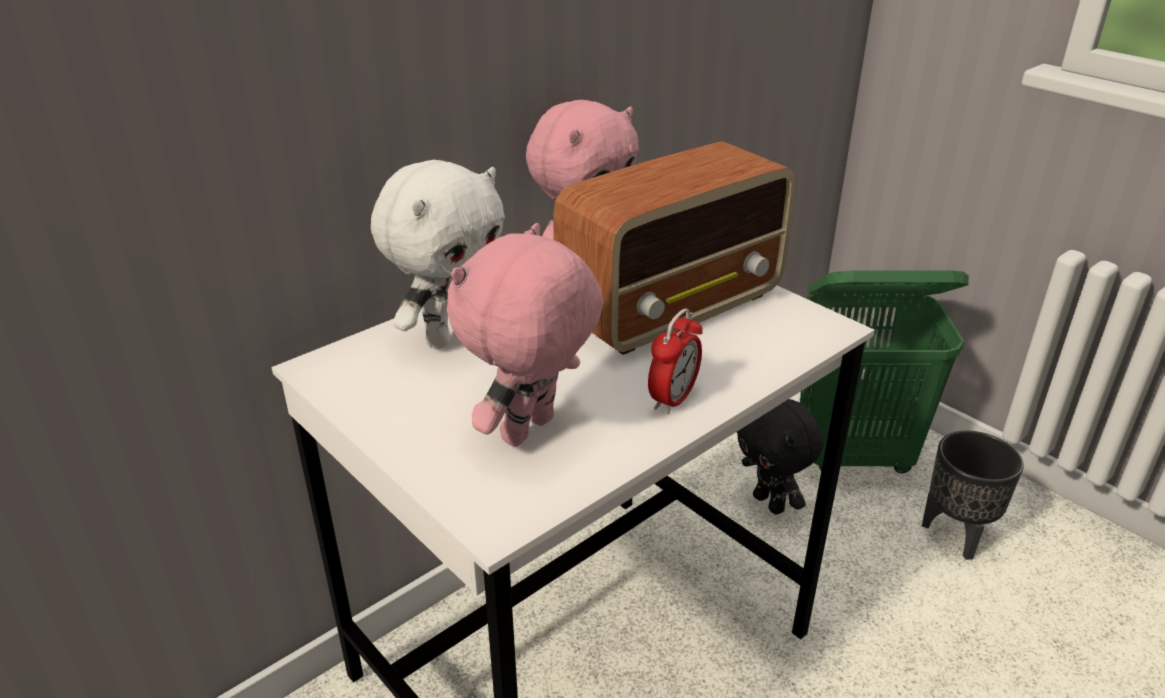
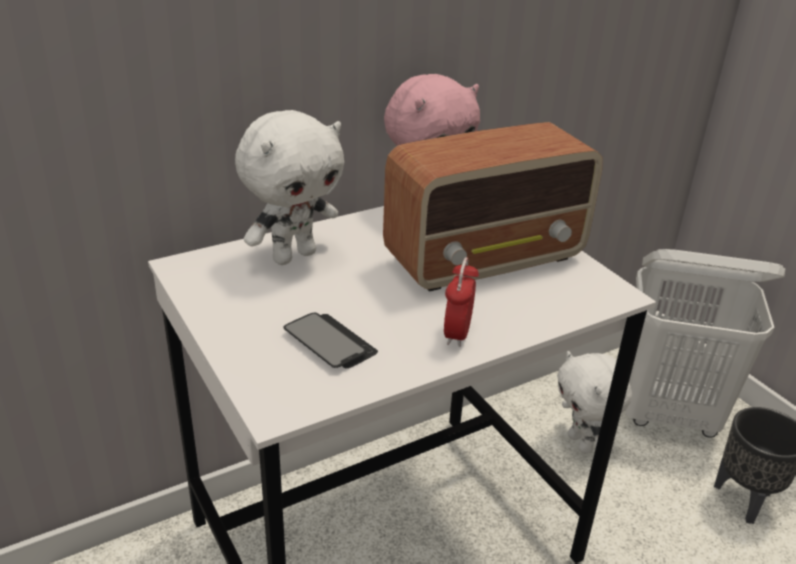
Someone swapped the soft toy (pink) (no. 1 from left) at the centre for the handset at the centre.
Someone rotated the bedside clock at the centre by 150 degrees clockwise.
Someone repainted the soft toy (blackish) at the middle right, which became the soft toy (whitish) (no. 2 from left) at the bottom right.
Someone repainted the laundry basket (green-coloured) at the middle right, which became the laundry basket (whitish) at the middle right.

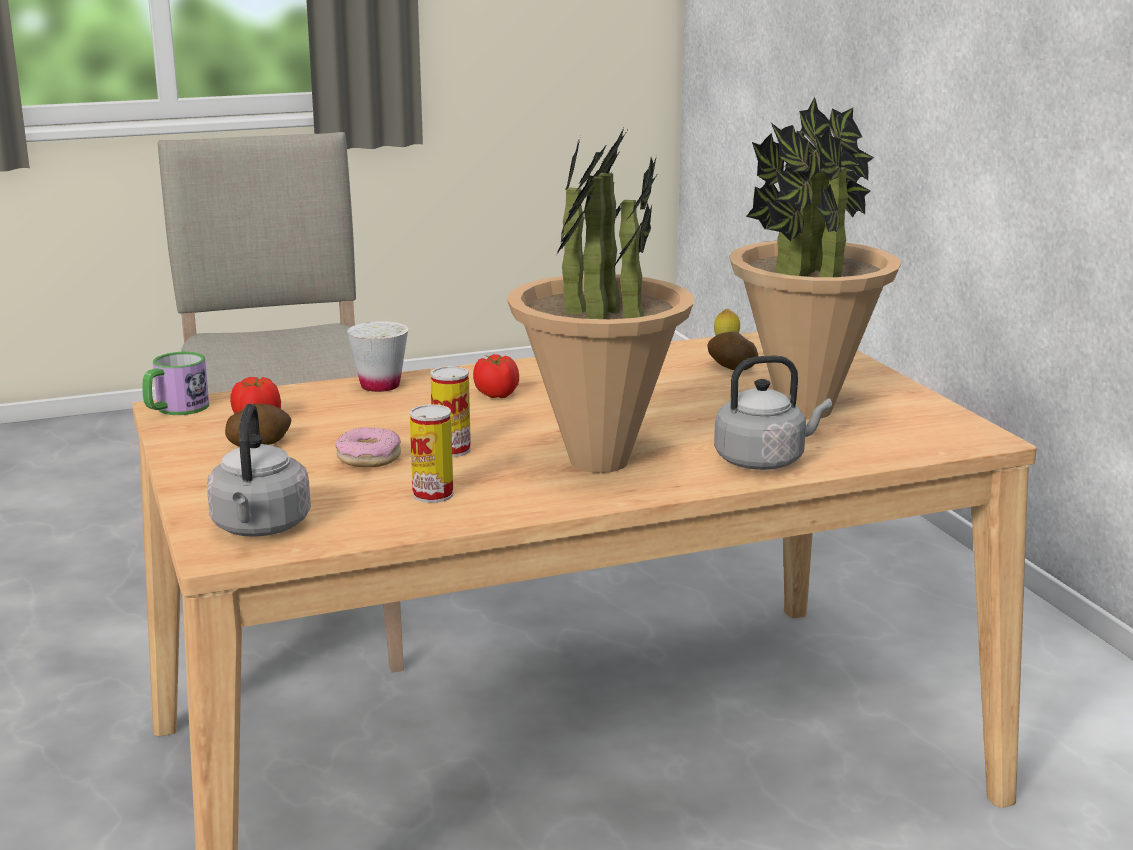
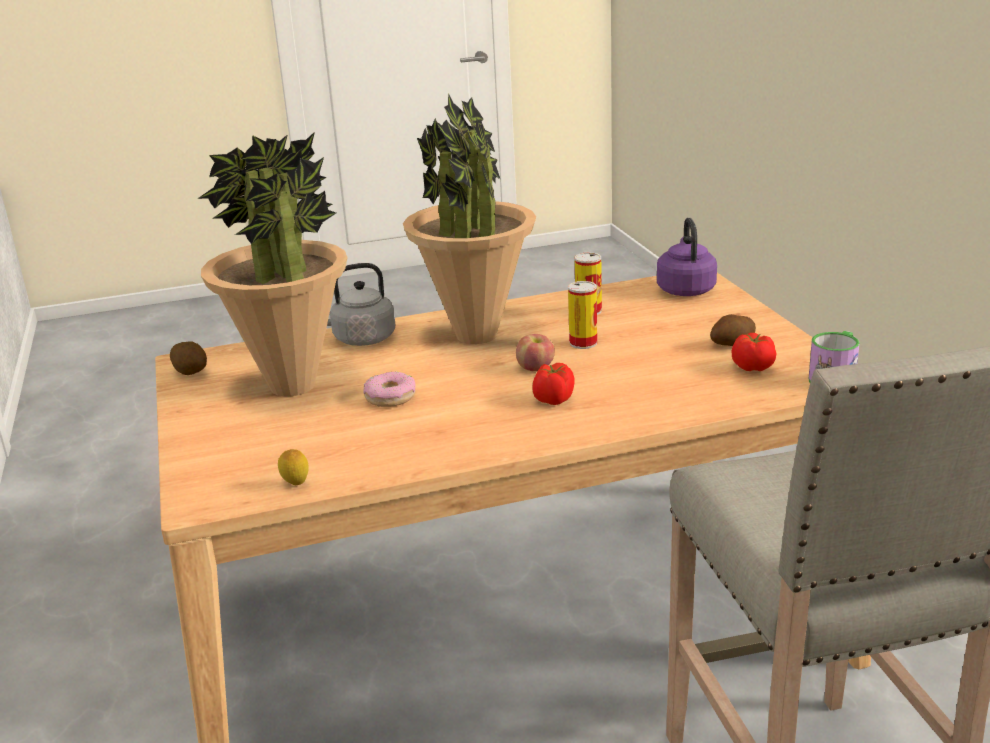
Someone repainted the kettle (grey) (no. 1 from left) at the middle left, which became the kettle (purplish) at the middle right.
Someone carried the ring doughnut from the middle left to the centre.
Someone took away the cup (whitish) at the middle left.
Someone carried the spud (no. 2 from left in the first image) from the centre to the middle left.
Someone put down the whole apple at the centre.

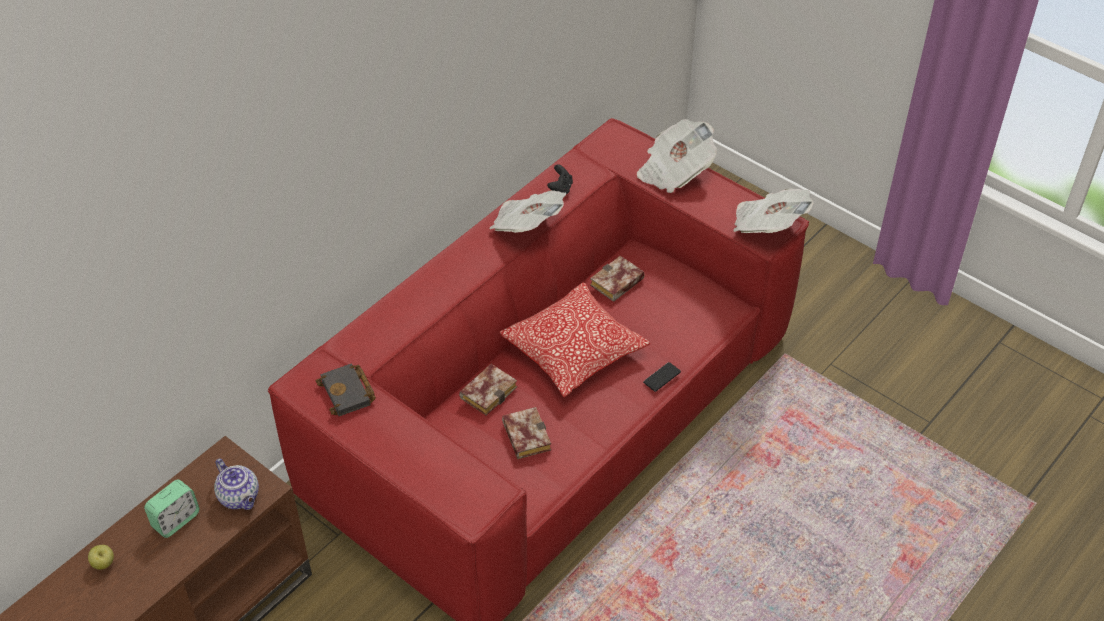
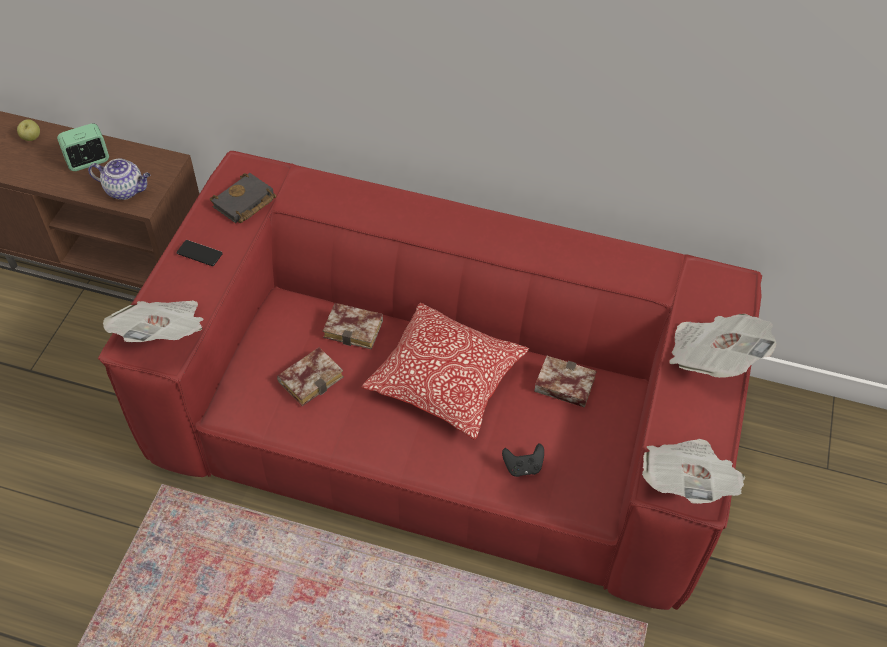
Someone rotated the bedside clock at the bottom left by 135 degrees clockwise.
Someone rotated the pot for tea at the bottom left by 105 degrees counterclockwise.
Someone carried the daily paper (no. 1 from left) from the centre to the middle left.
Someone carried the game controller (blackish) from the top centre to the bottom centre.
Someone carried the handset from the centre to the middle left.

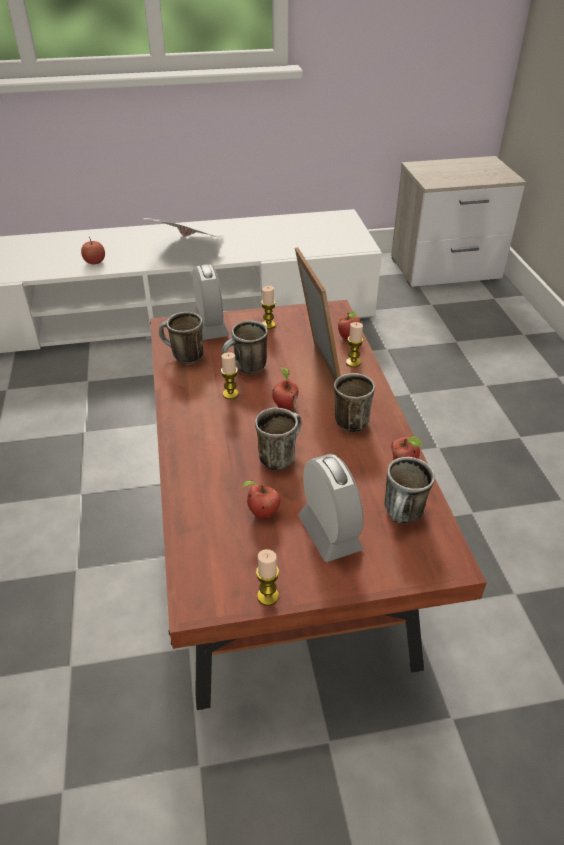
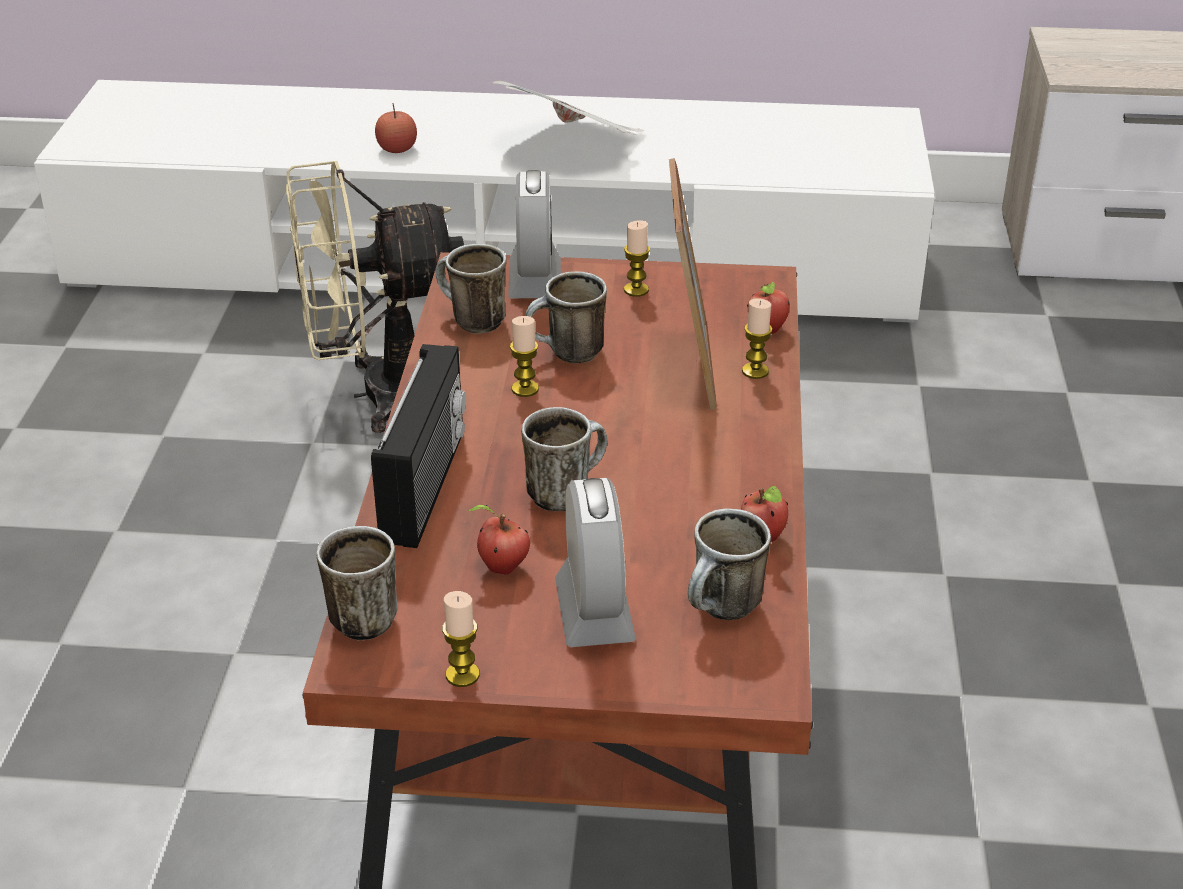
Someone took away the whole apple (no. 3 from left) at the centre.
Someone carried the coffee mug (no. 4 from left in the first image) from the centre to the middle left.
Someone put down the electric fan (beige-coloured) at the middle left.
Someone put down the radio set at the centre.

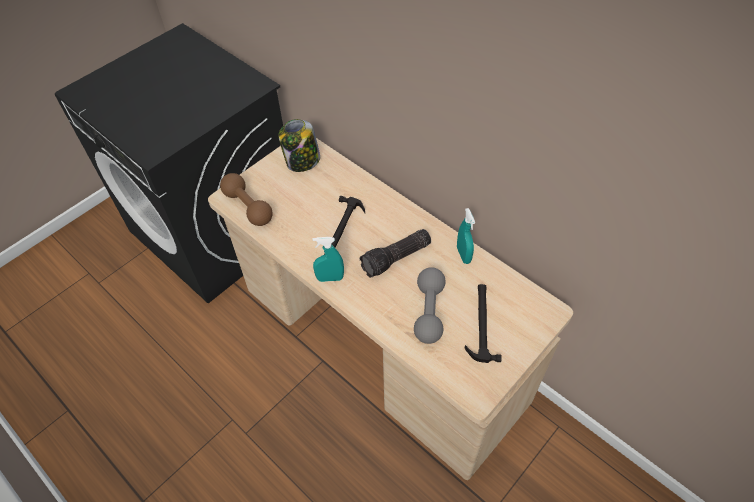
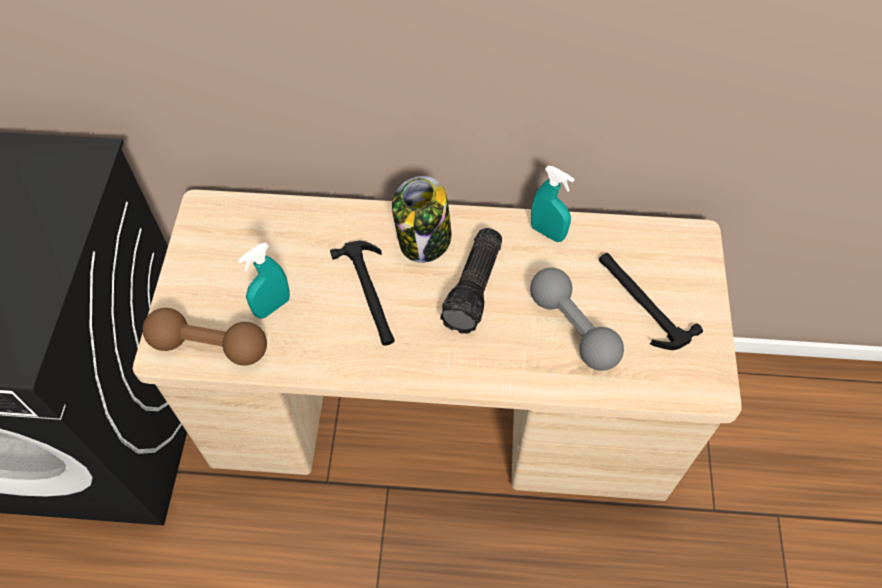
Someone carried the jar from the top centre to the centre.
Someone carried the spray bottle (turquoise) (no. 1 from left) from the centre to the middle left.

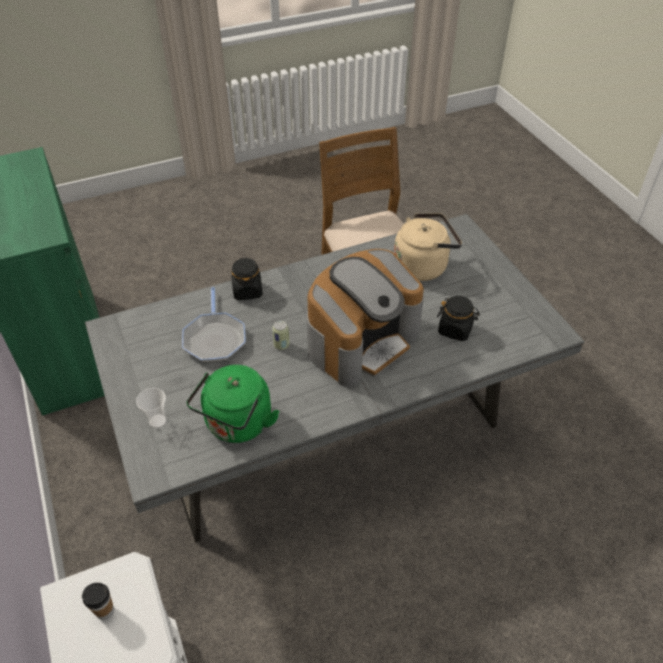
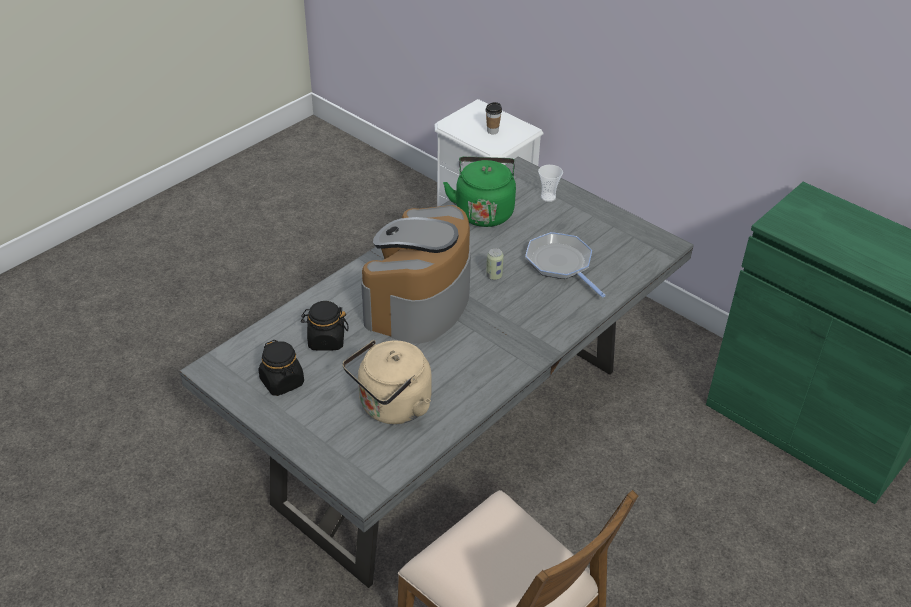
Someone carried the jar (blackish) (no. 1 from left) from the centre to the middle left.

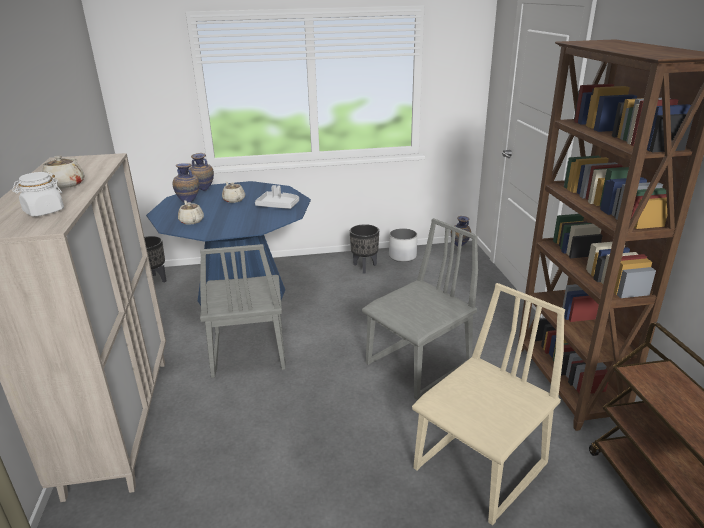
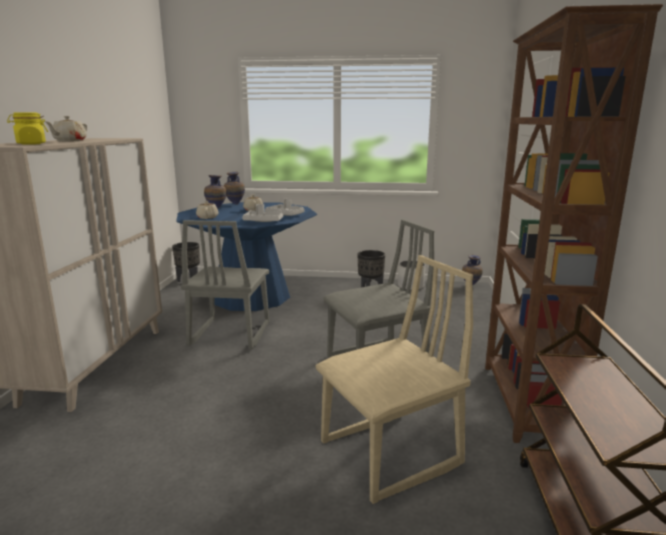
Someone repainted the jar (whitish) at the middle left, which became the jar (yellowish) at the top left.
Someone put down the carrying tray (grey) (no. 1 from left) at the centre.

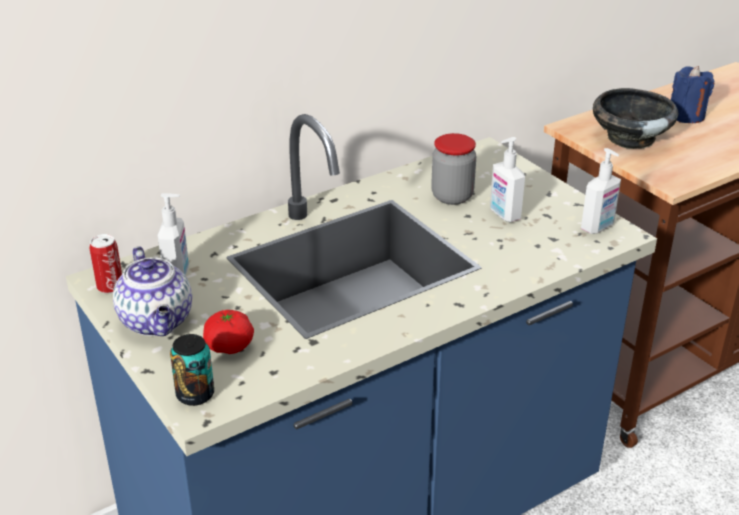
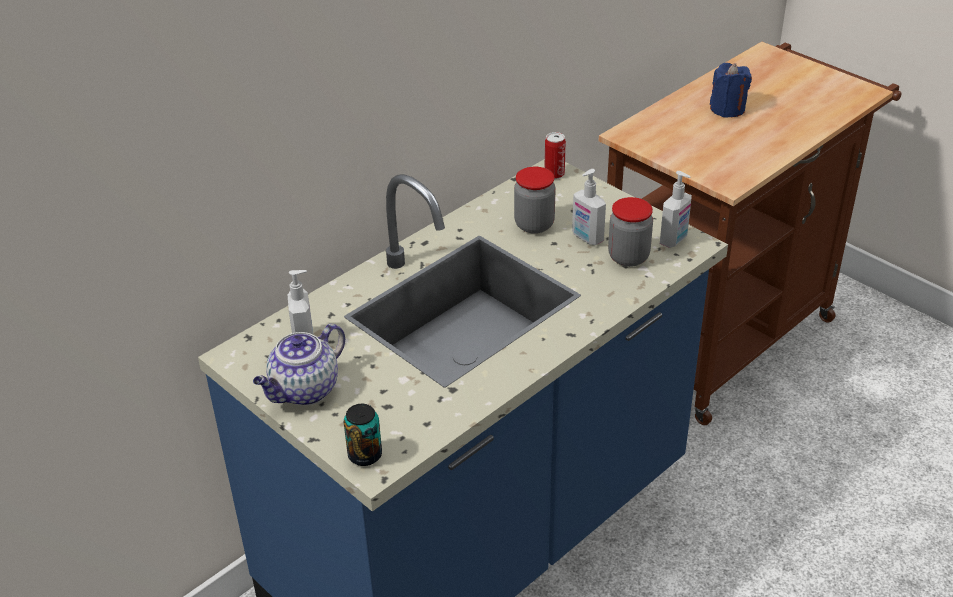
Someone carried the can (no. 1 from left in the first image) from the middle left to the top centre.
Someone rotated the pot for tea at the middle left by 75 degrees clockwise.
Someone took away the tomato at the middle left.
Someone took away the deep dish (blackish) at the top right.
Someone put down the jar (no. 2 from left) at the centre.

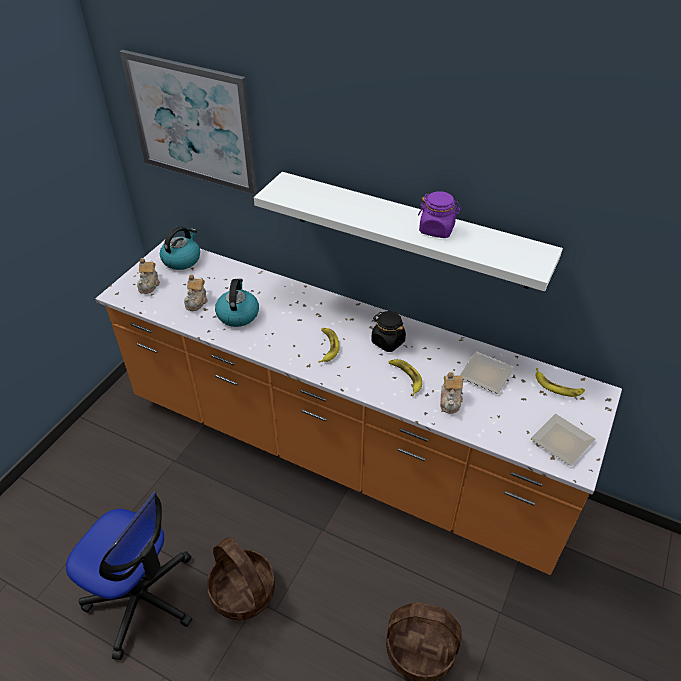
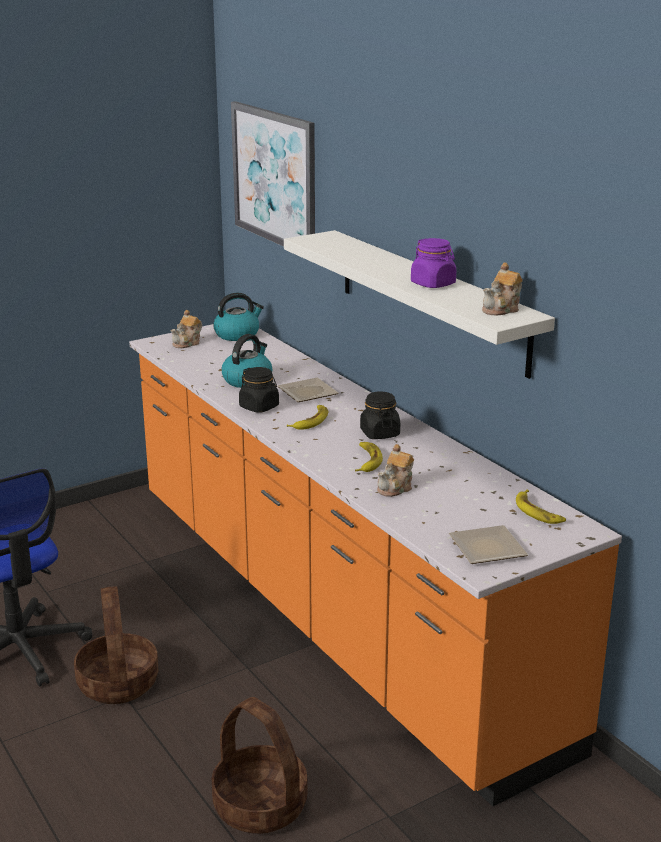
Someone carried the pot for tea (no. 2 from left in the first image) from the middle left to the middle right.
Someone carried the dinner plate (no. 1 from left) from the middle right to the centre.
Someone put down the jar (blackish) (no. 1 from left) at the centre.

